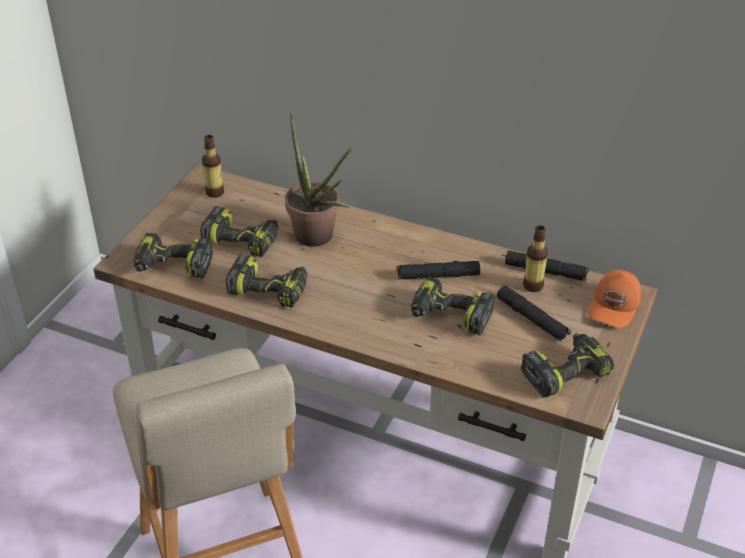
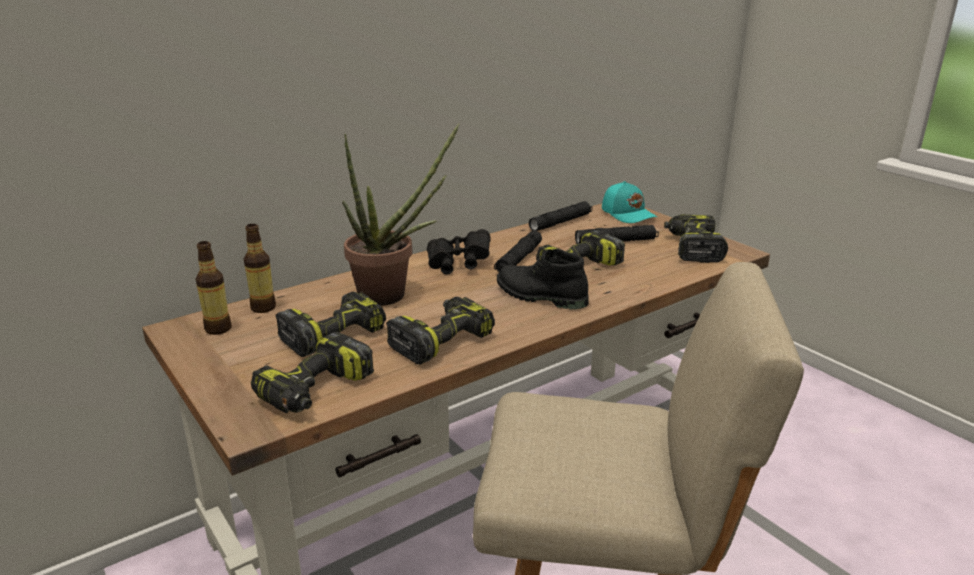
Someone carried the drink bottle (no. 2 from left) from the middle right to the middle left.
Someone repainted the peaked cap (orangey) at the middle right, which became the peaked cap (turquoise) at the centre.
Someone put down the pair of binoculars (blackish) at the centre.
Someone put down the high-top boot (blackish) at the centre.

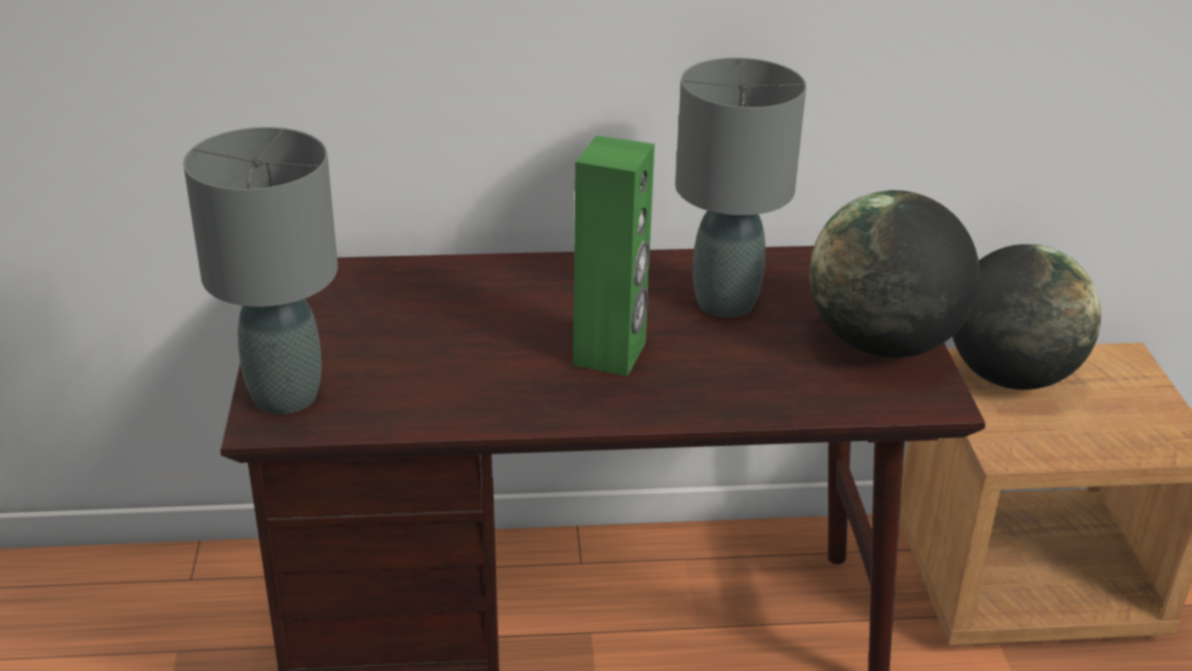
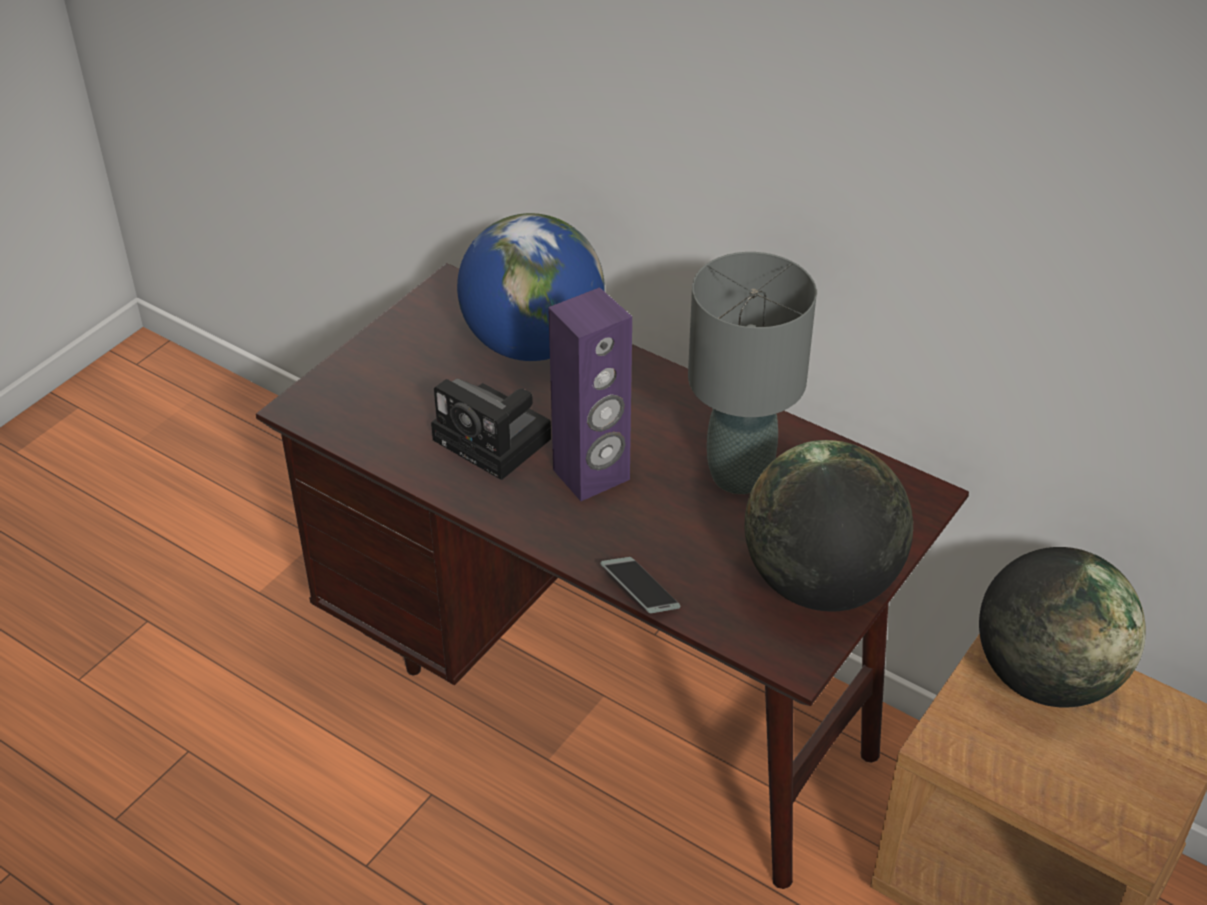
Someone took away the lamp for a table (grey) (no. 1 from left) at the middle left.
Someone repainted the loudspeaker (green-coloured) at the centre, which became the loudspeaker (purplish) at the centre.
Someone put down the photo camera at the centre.
Someone put down the globe (no. 1 from left) at the top centre.
Someone put down the handset at the centre.

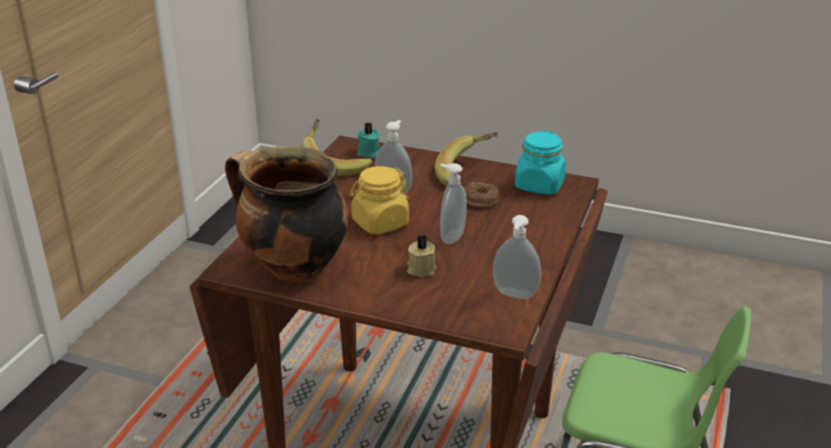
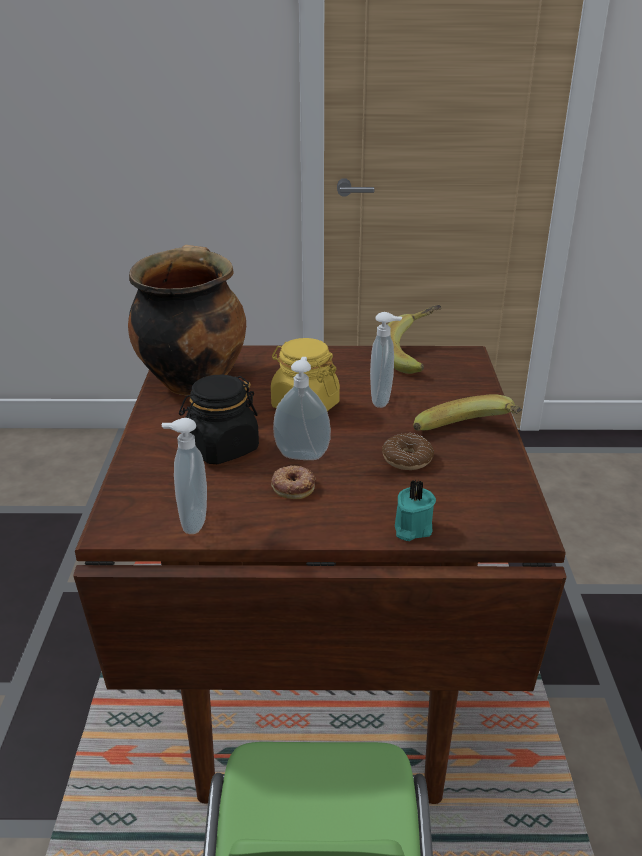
Someone carried the wax candle (turquoise) from the top centre to the centre.
Someone swapped the wax candle (beige-coloured) at the centre for the jar (blackish) at the centre.
Someone took away the jar (turquoise) at the centre.
Someone put down the ring doughnut (no. 1 from left) at the centre.

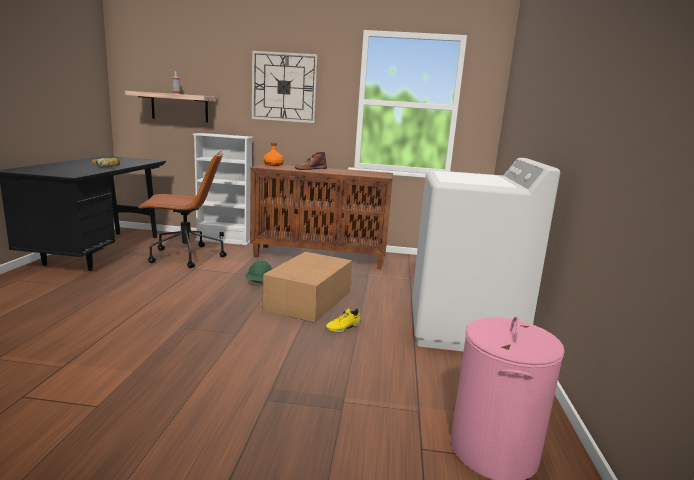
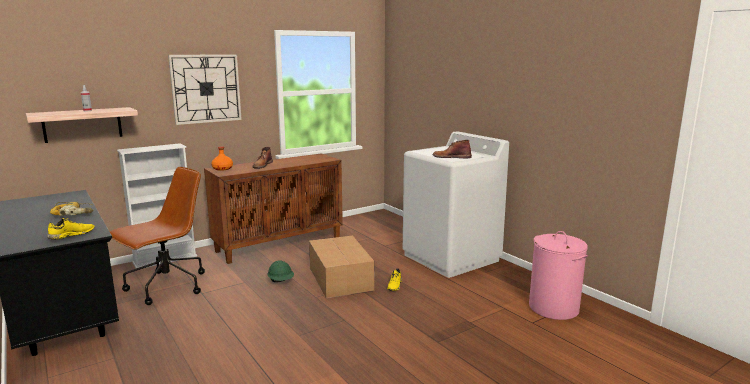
Someone put down the item of footwear (yellowish) (no. 1 from left) at the middle left.
Someone put down the high-top boot (brown) (no. 2 from left) at the centre.

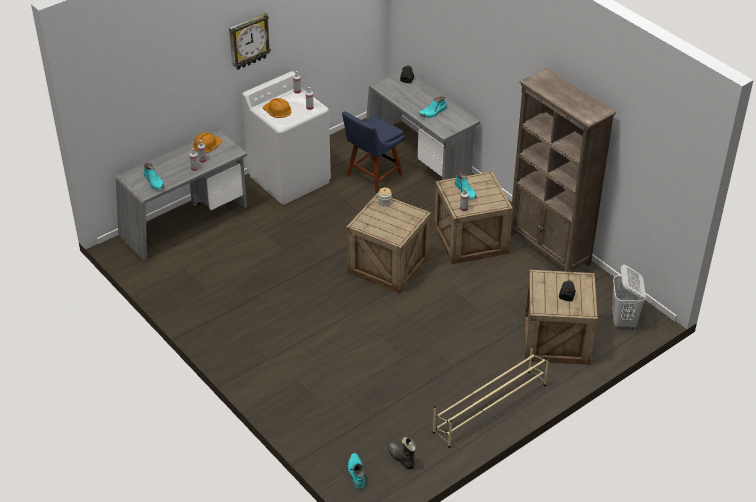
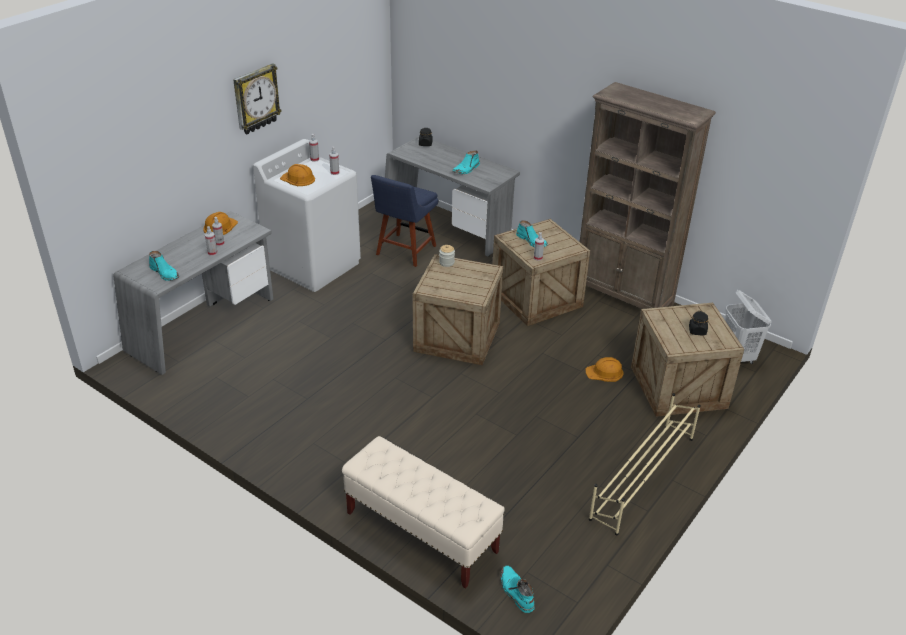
Someone took away the high-top boot (blackish) at the bottom centre.
Someone put down the long seat (beige-coloured) at the bottom centre.
Someone put down the safety helmet (orangey) (no. 3 from left) at the middle right.

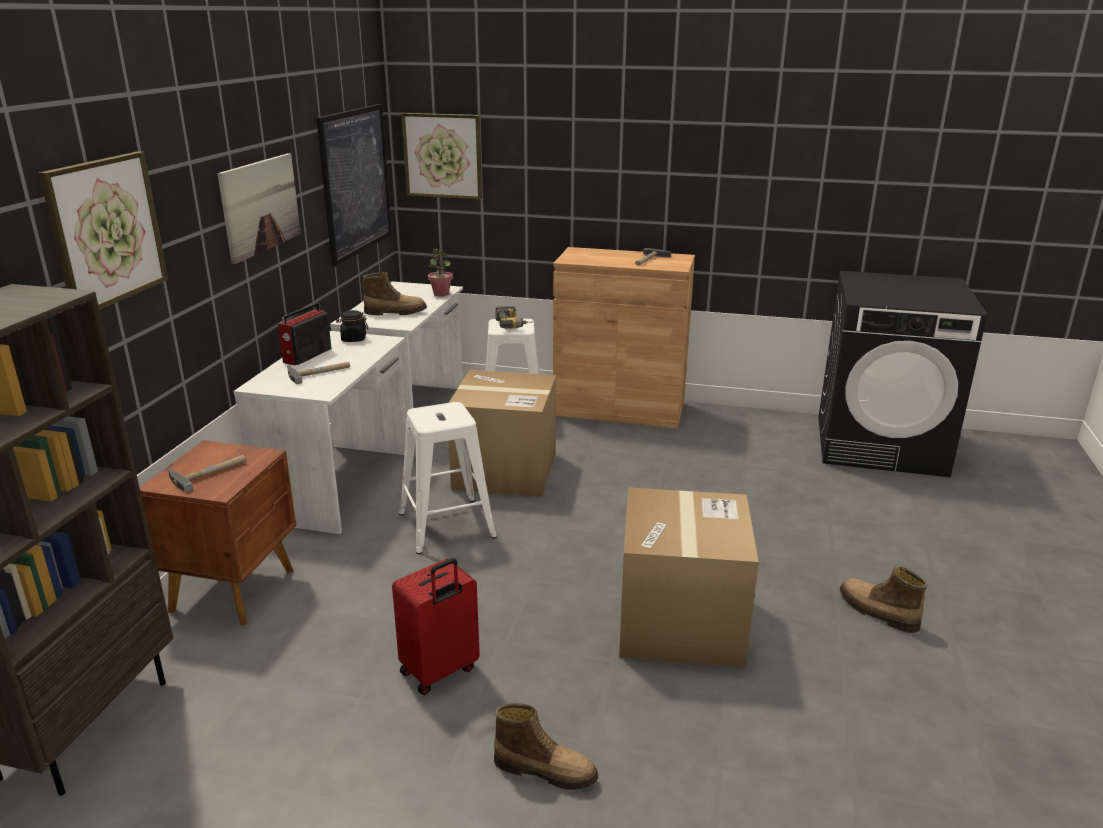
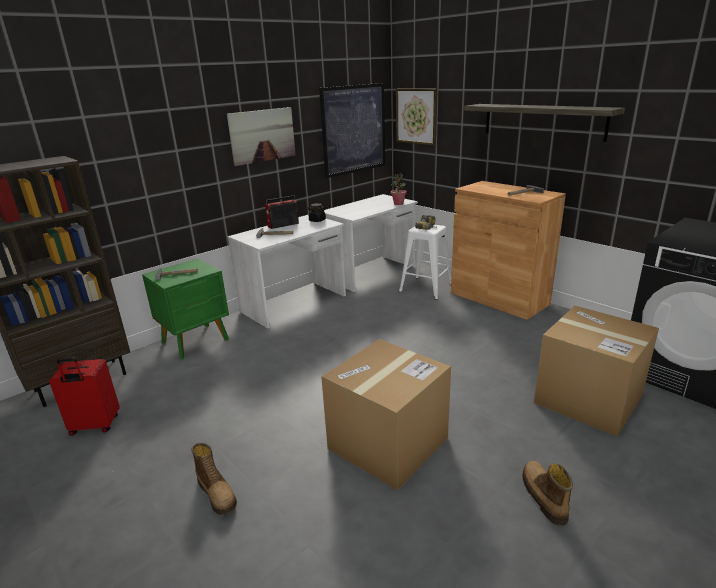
Someone took away the wall picture (no. 1 from left) at the top left.
Someone repainted the nightstand (brown) at the middle left, which became the nightstand (green-coloured) at the middle left.
Someone took away the high-top boot (no. 1 from left) at the centre.
Someone carried the piece of luggage (red-coloured) from the bottom centre to the bottom left.
Someone took away the stool seat (whitish) (no. 1 from left) at the centre.
Someone carried the carton (no. 1 from left in the first image) from the centre to the middle right.
Someone put up the shelf at the top right.

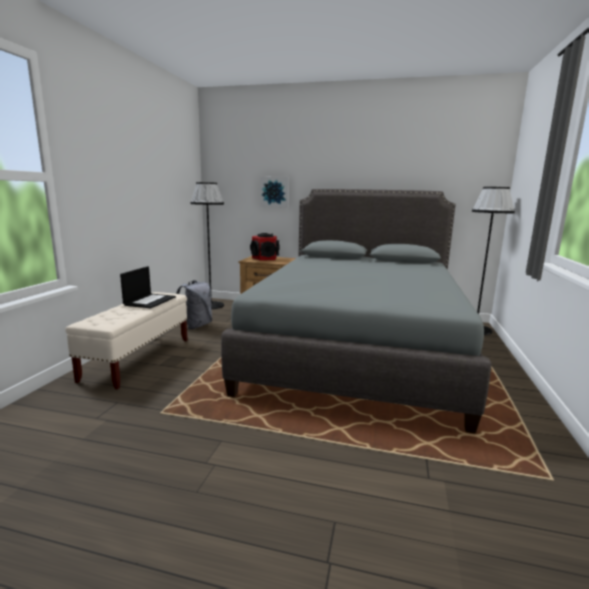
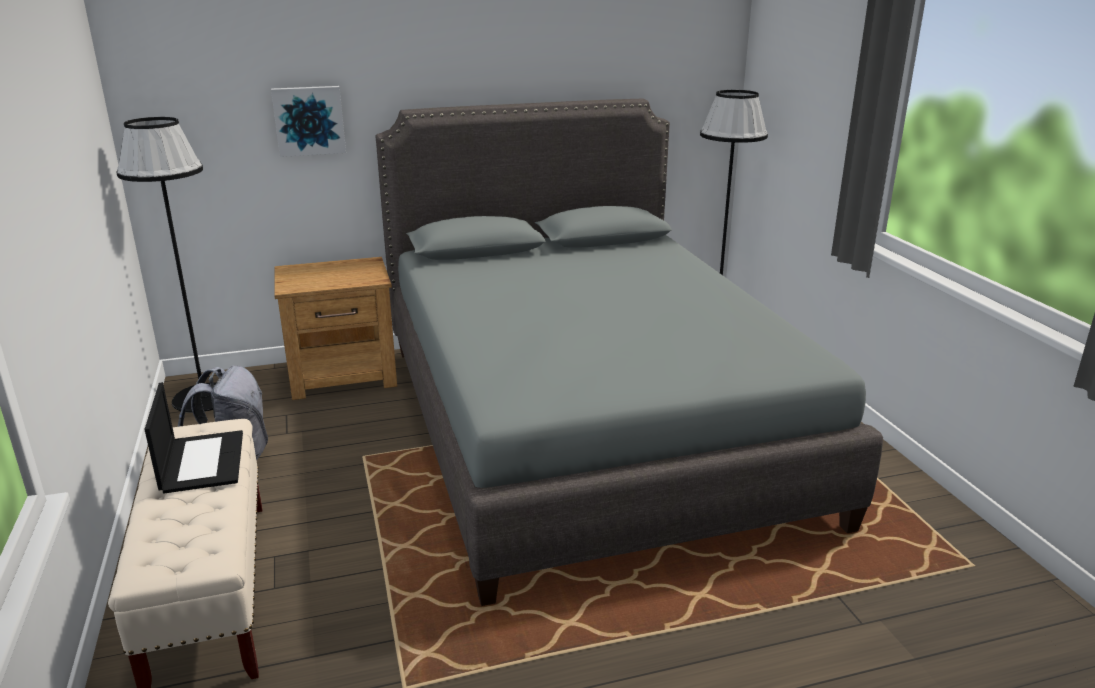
Someone took away the loudspeaker at the centre.

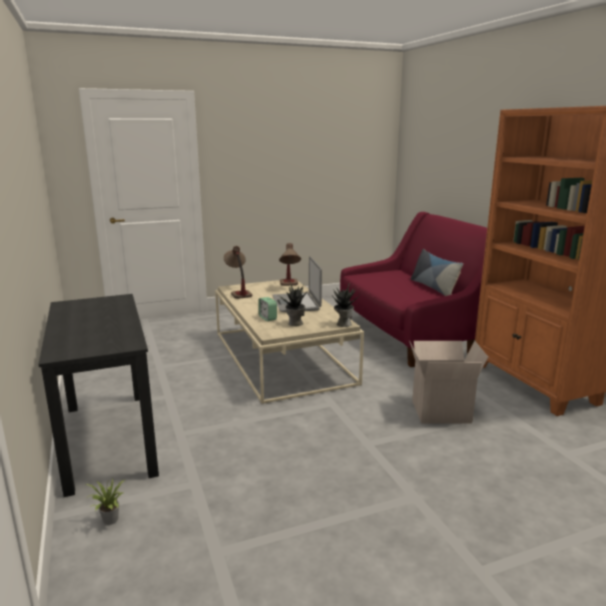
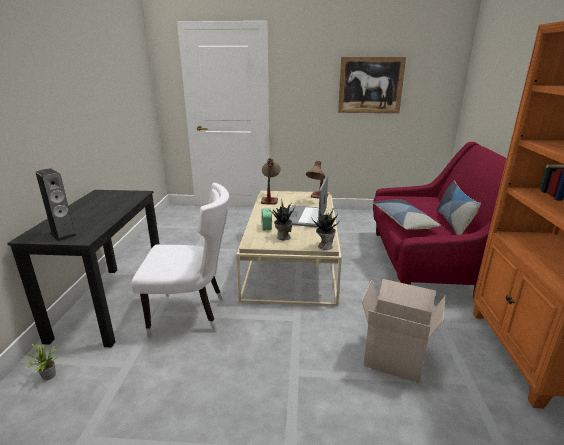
Someone put down the loudspeaker at the middle left.
Someone put down the upright chair (whitish) at the middle left.
Someone put up the wall picture at the top centre.
Someone put down the cushion (no. 1 from left) at the middle right.

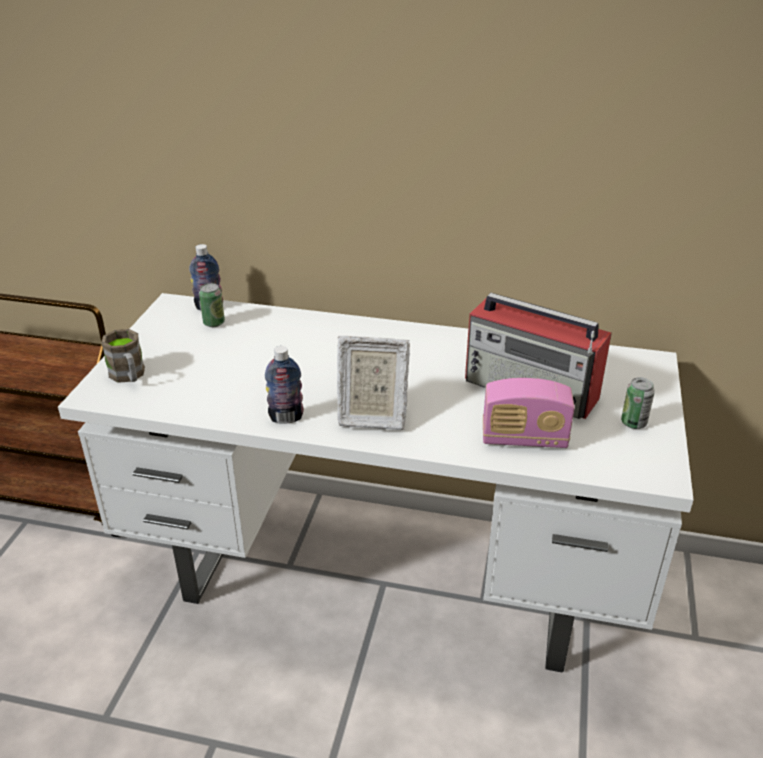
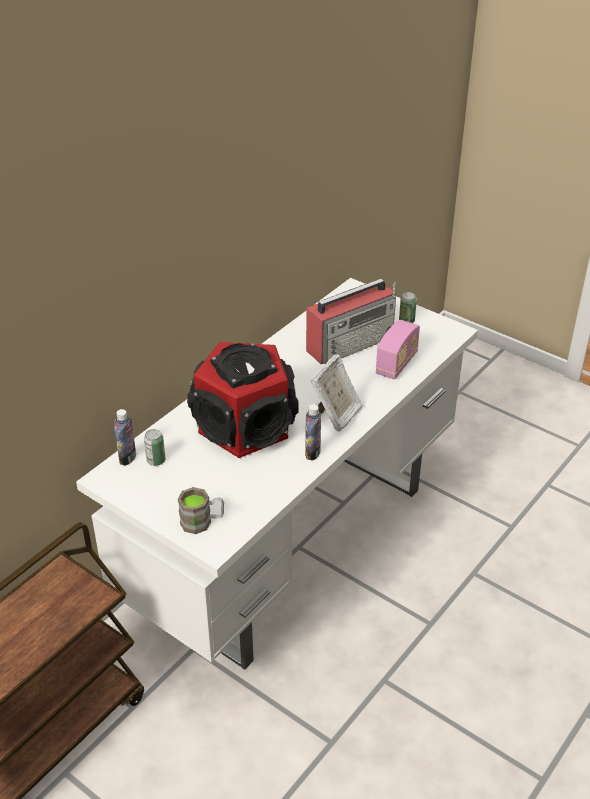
Someone put down the loudspeaker at the centre.

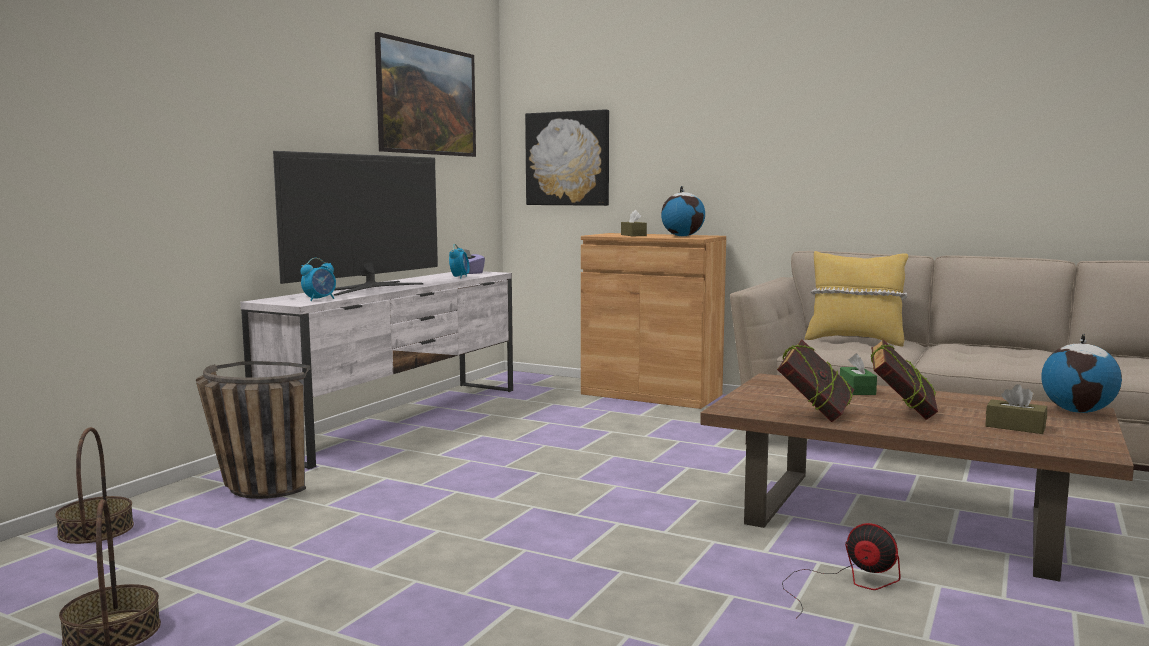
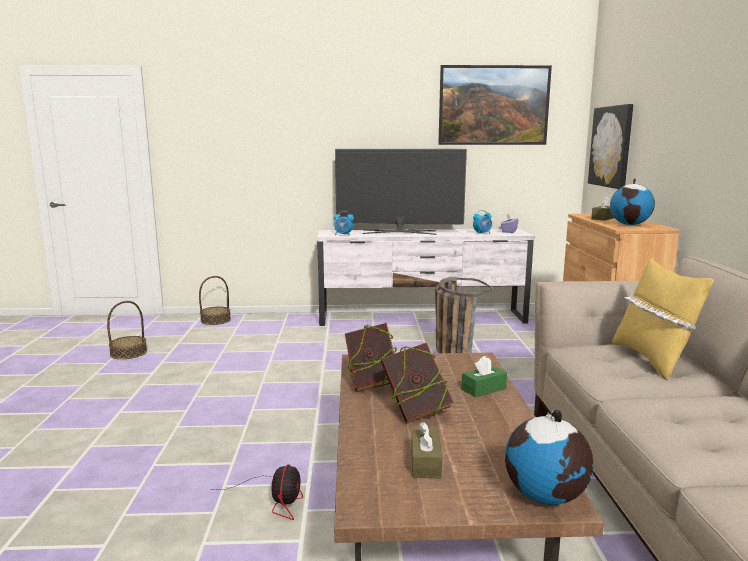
Someone carried the basket (no. 3 from left) from the middle left to the centre.

